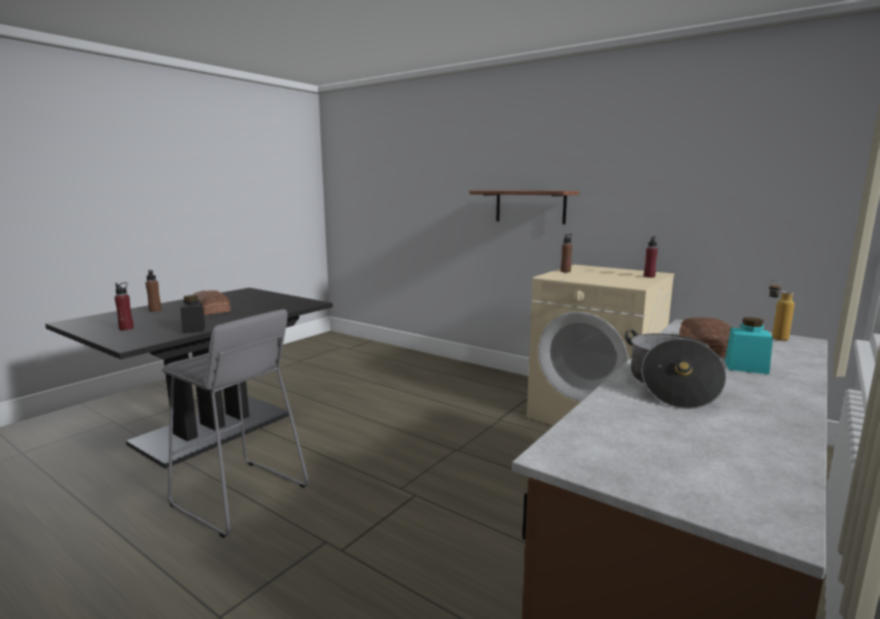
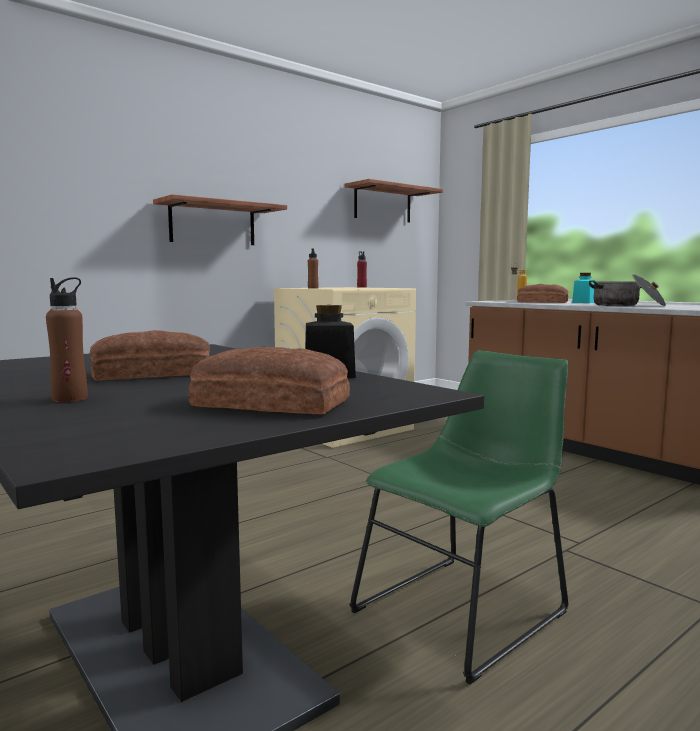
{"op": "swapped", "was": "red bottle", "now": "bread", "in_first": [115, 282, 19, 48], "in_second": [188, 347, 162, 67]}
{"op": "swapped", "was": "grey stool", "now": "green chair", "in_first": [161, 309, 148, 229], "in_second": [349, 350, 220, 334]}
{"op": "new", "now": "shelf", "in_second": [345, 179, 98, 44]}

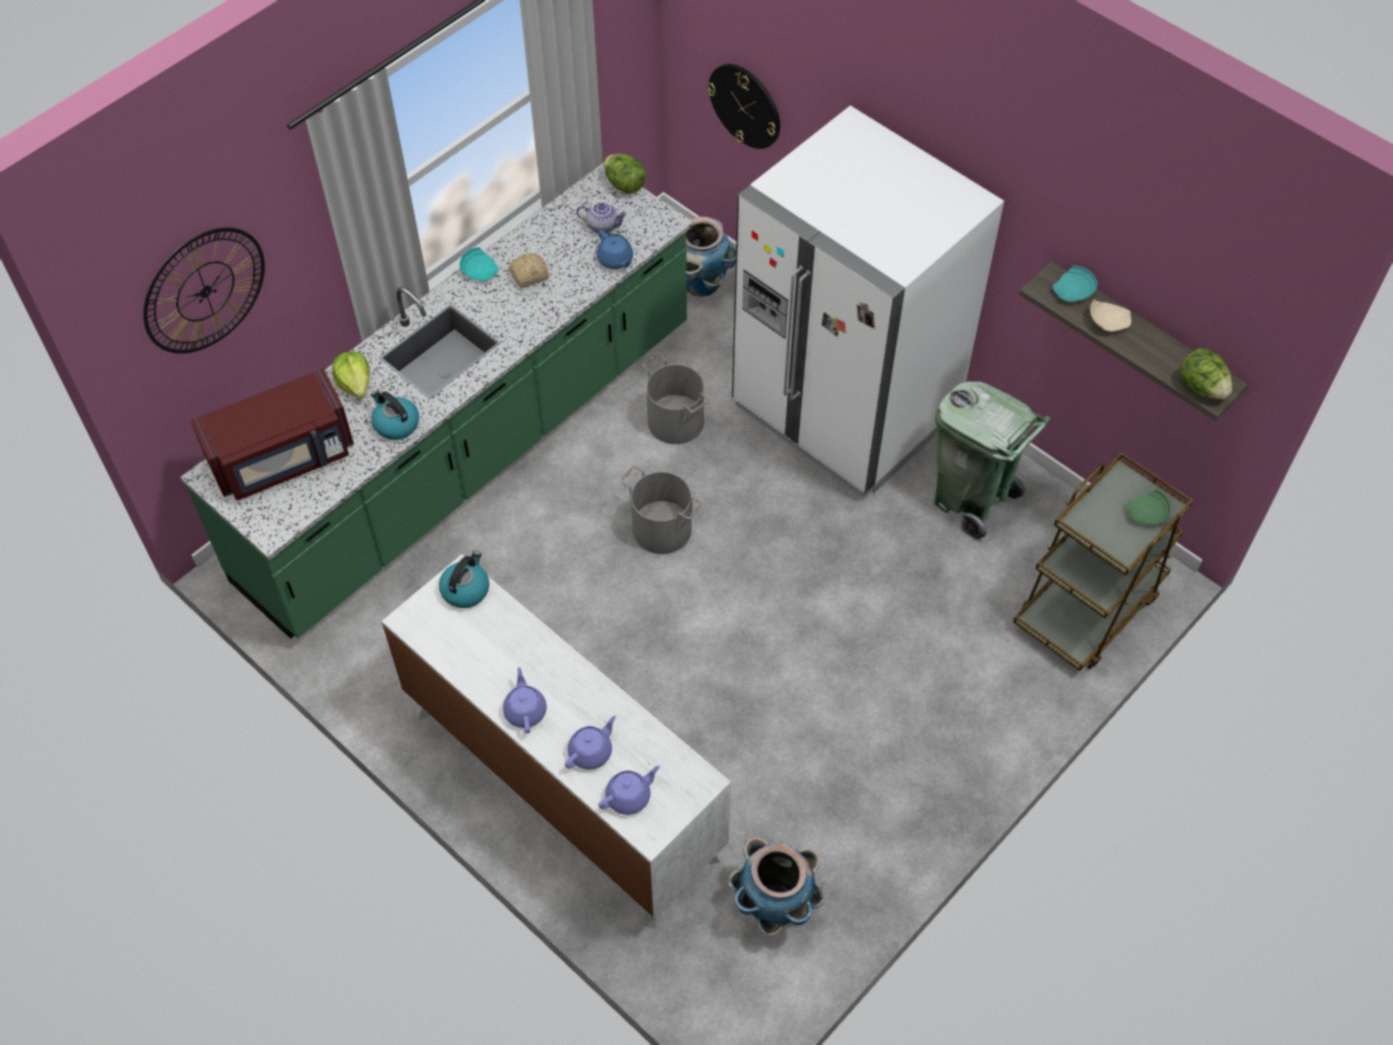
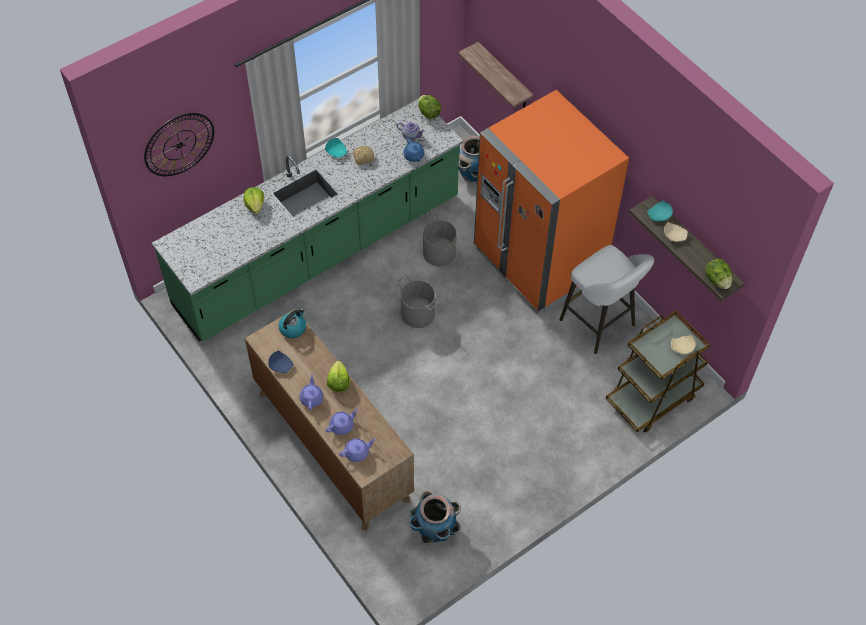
{"op": "swapped", "was": "wall clock", "now": "shelf", "in_first": [707, 64, 73, 85], "in_second": [458, 42, 76, 66]}
{"op": "repainted", "was": "white fridge", "now": "orange fridge", "in_first": [732, 105, 272, 394], "in_second": [474, 90, 155, 225]}
{"op": "gone", "was": "red microwave", "in_first": [191, 369, 163, 131]}
{"op": "swapped", "was": "green trash can", "now": "white stool", "in_first": [934, 381, 118, 160], "in_second": [560, 245, 94, 109]}
{"op": "gone", "was": "kettle", "in_first": [371, 390, 48, 50]}
{"op": "repainted", "was": "green plate", "now": "beige plate", "in_first": [1127, 489, 44, 36], "in_second": [671, 335, 25, 19]}
{"op": "repainted", "was": "white dresser", "now": "brown dresser", "in_first": [381, 554, 350, 375], "in_second": [245, 309, 169, 223]}
{"op": "new", "now": "blue plate", "in_second": [268, 350, 25, 23]}
{"op": "new", "now": "lettuce", "in_second": [327, 361, 23, 31]}

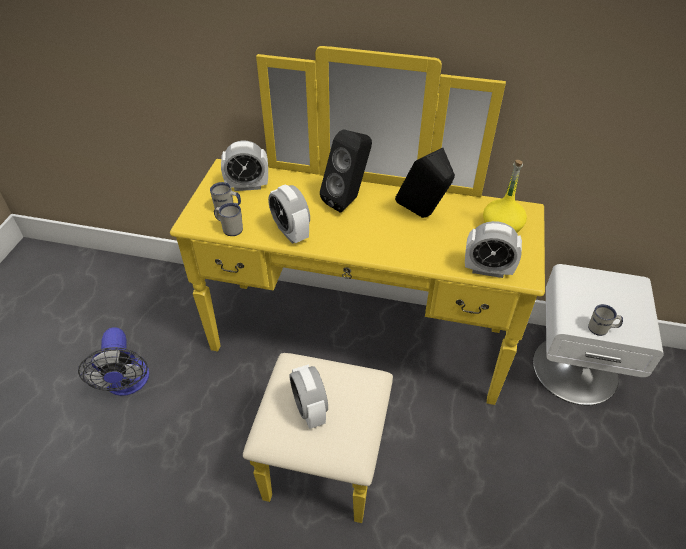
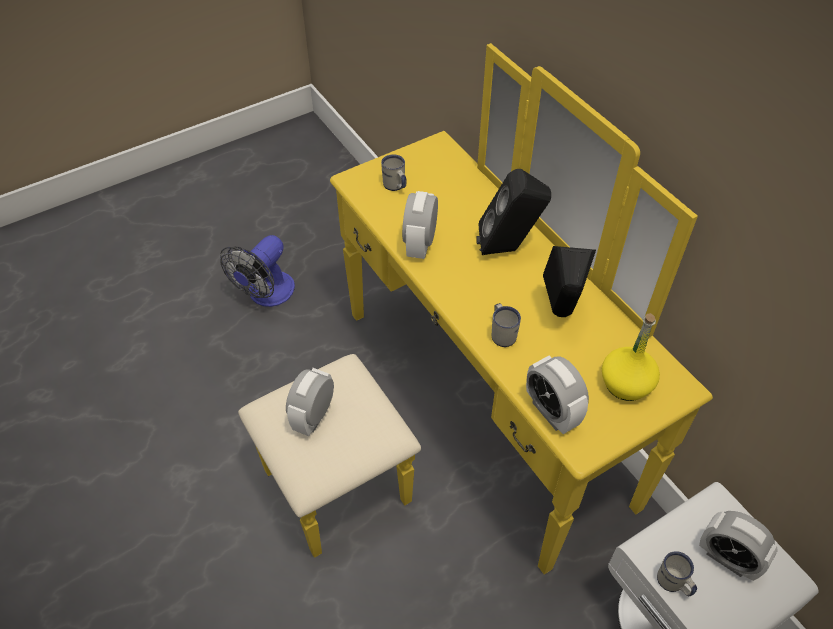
{"op": "shifted", "was": "alarm clock", "in_first": [221, 140, 47, 51], "in_second": [699, 511, 79, 70]}
{"op": "shifted", "was": "white mug", "in_first": [214, 203, 29, 33], "in_second": [492, 303, 29, 44]}

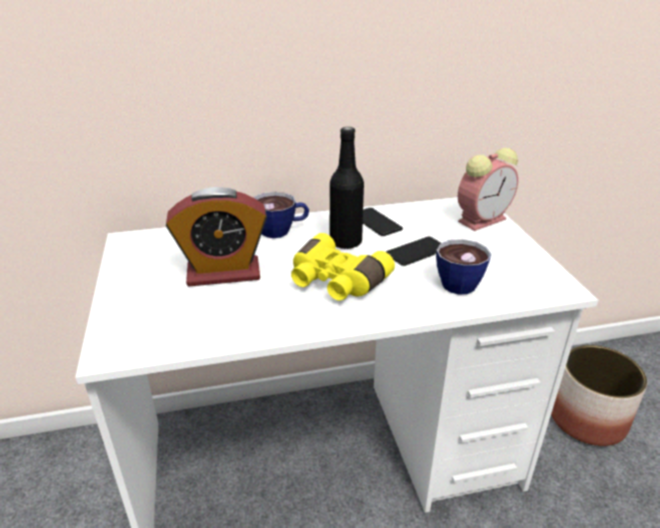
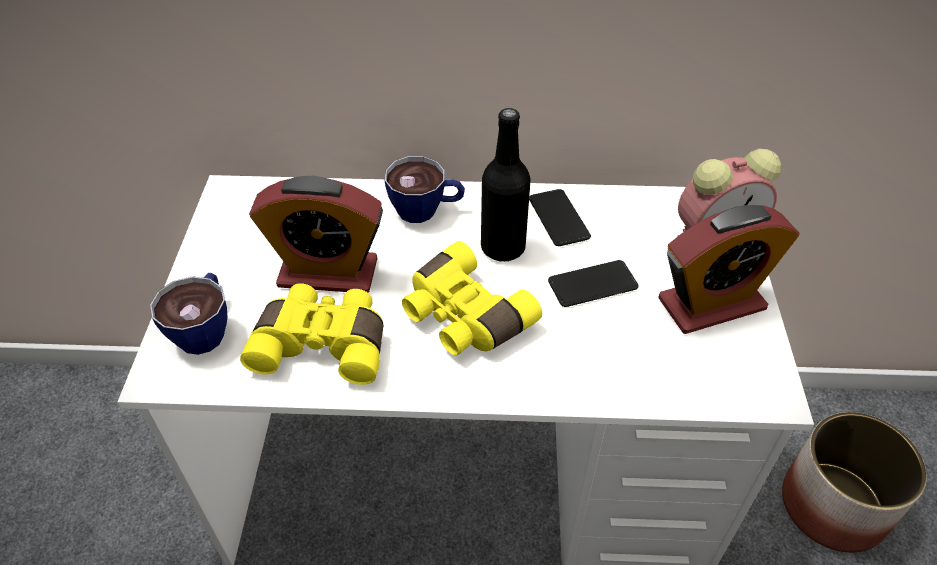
{"op": "shifted", "was": "cup", "in_first": [436, 239, 55, 56], "in_second": [150, 273, 77, 82]}
{"op": "new", "now": "alarm clock", "in_second": [658, 205, 141, 129]}
{"op": "new", "now": "yellow binoculars", "in_second": [240, 283, 143, 102]}

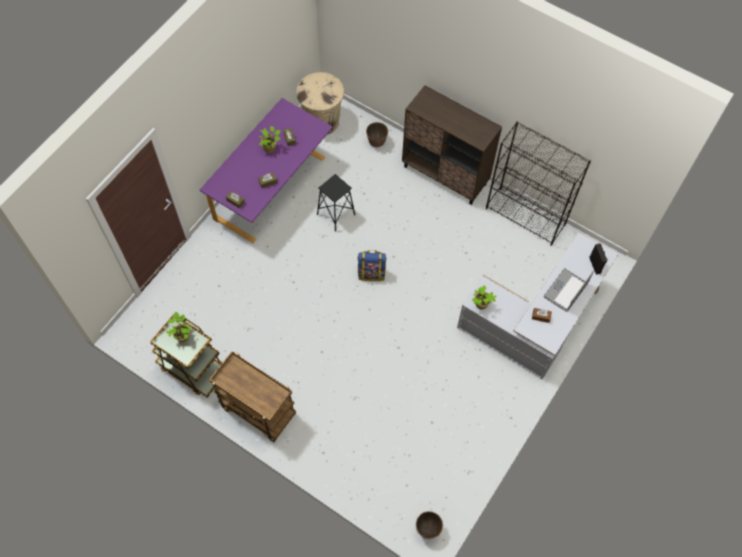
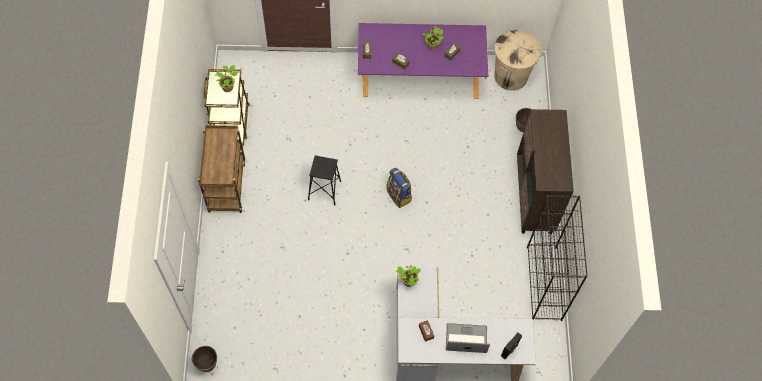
{"op": "shifted", "was": "black stool", "in_first": [317, 174, 38, 58], "in_second": [308, 155, 33, 50]}

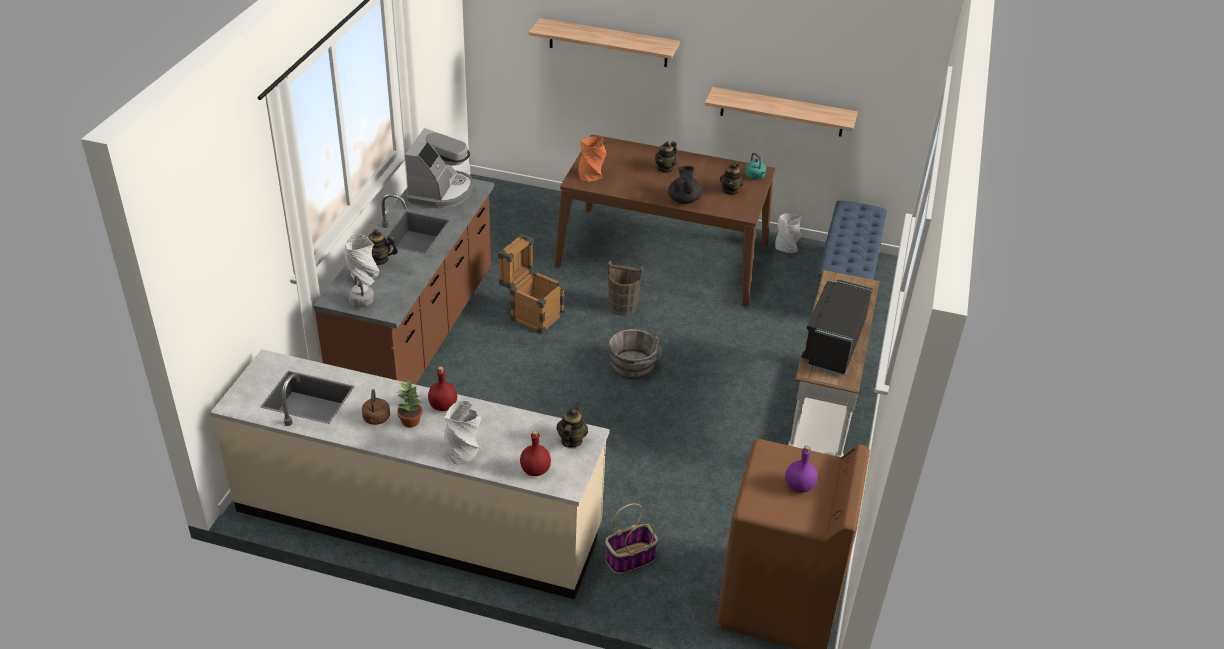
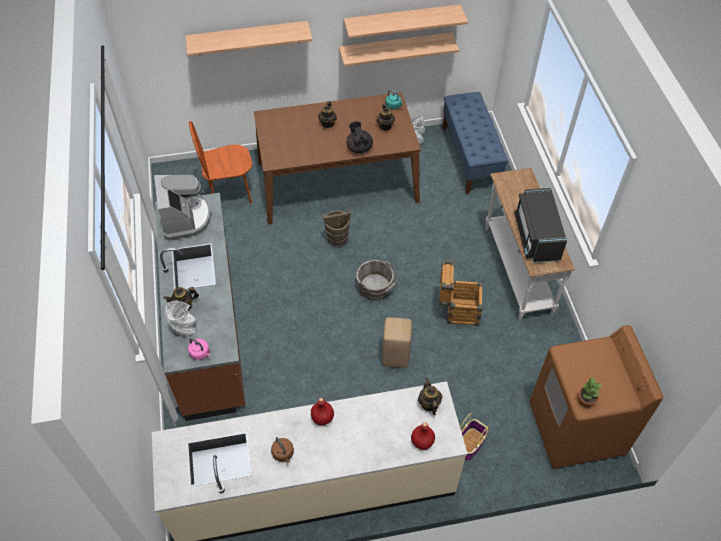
{"op": "gone", "was": "orange vase", "in_first": [579, 136, 27, 46]}
{"op": "shifted", "was": "crate", "in_first": [498, 234, 67, 100], "in_second": [439, 260, 44, 66]}
{"op": "repainted", "was": "grey kettle", "now": "pink kettle", "in_first": [348, 276, 26, 32], "in_second": [188, 338, 22, 22]}
{"op": "shifted", "was": "potted plant", "in_first": [397, 380, 26, 48], "in_second": [578, 377, 25, 30]}
{"op": "gone", "was": "grey vase", "in_first": [444, 400, 37, 65]}
{"op": "gone", "was": "purple bottle", "in_first": [785, 446, 33, 47]}
{"op": "new", "now": "shelf", "in_second": [344, 4, 124, 34]}
{"op": "new", "now": "brown chair", "in_second": [189, 121, 63, 83]}
{"op": "new", "now": "beige stool", "in_second": [382, 317, 30, 51]}

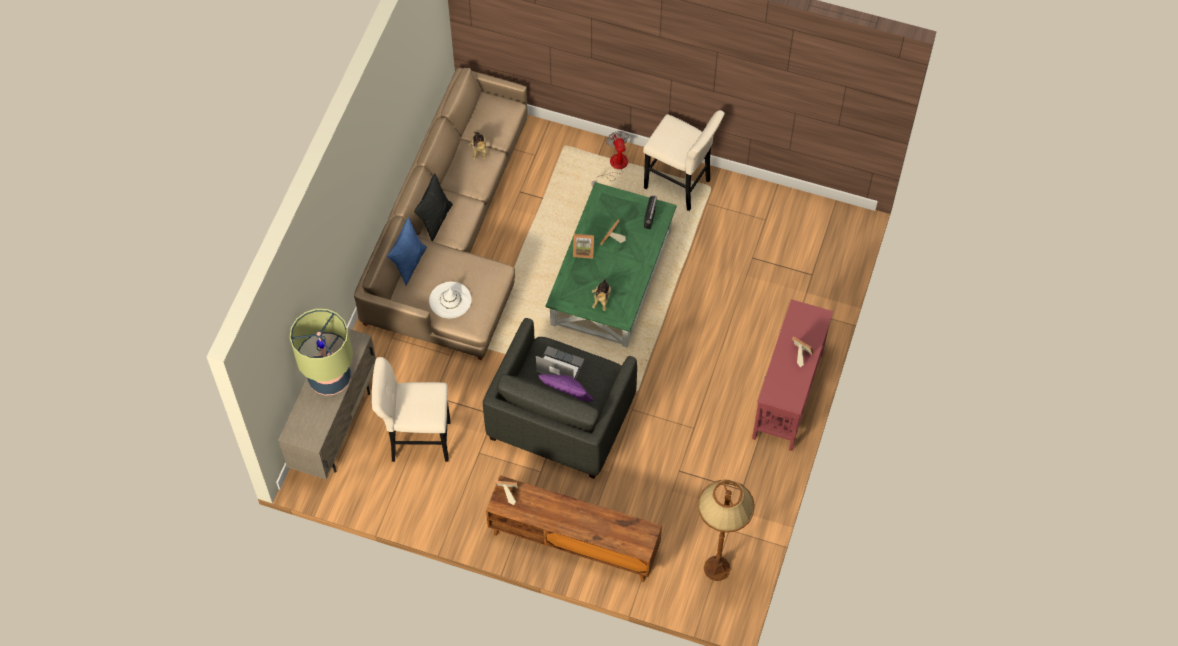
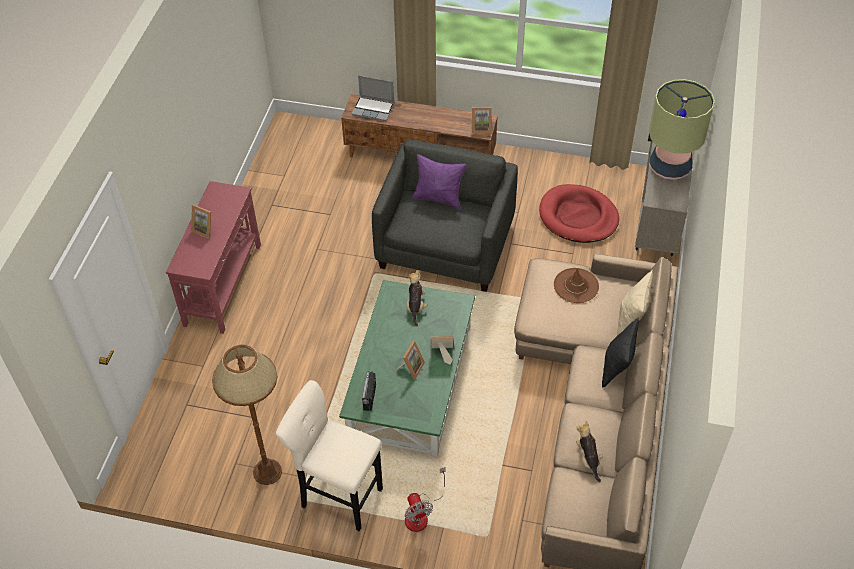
{"op": "repainted", "was": "blue pillow", "now": "beige pillow", "in_first": [387, 217, 40, 68], "in_second": [617, 270, 36, 66]}
{"op": "repainted", "was": "white hat", "now": "brown hat", "in_first": [429, 282, 43, 36], "in_second": [554, 268, 45, 35]}
{"op": "shifted", "was": "laptop", "in_first": [536, 346, 48, 33], "in_second": [352, 75, 42, 46]}
{"op": "swapped", "was": "beige stool", "now": "red dog bed", "in_first": [372, 357, 78, 105], "in_second": [539, 184, 80, 59]}
{"op": "shifted", "was": "brown floor lamp", "in_first": [698, 480, 57, 101], "in_second": [212, 344, 70, 141]}

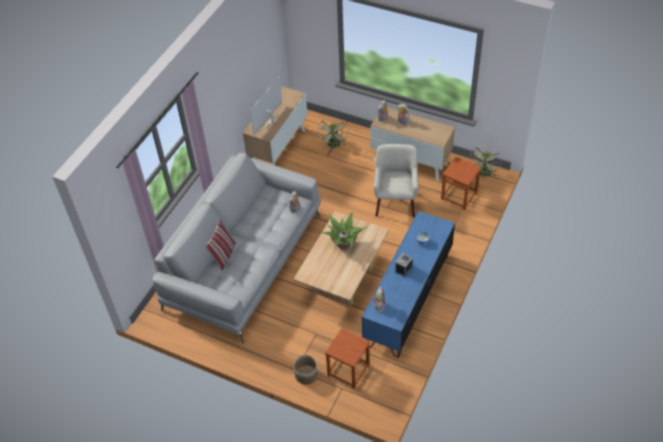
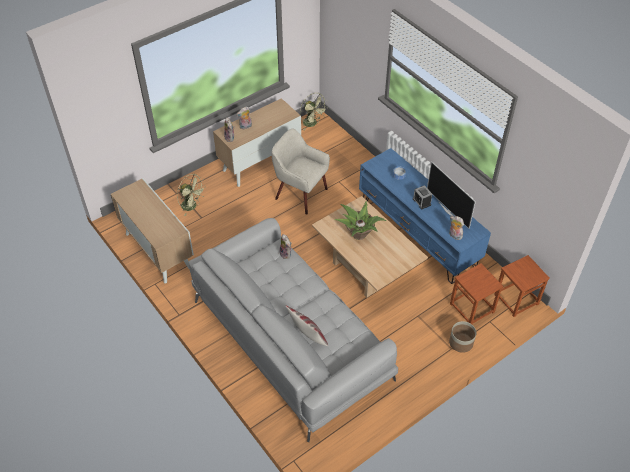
{"op": "shifted", "was": "television", "in_first": [250, 77, 32, 58], "in_second": [427, 161, 49, 68]}
{"op": "shifted", "was": "brown stool", "in_first": [441, 157, 40, 53], "in_second": [494, 255, 56, 62]}

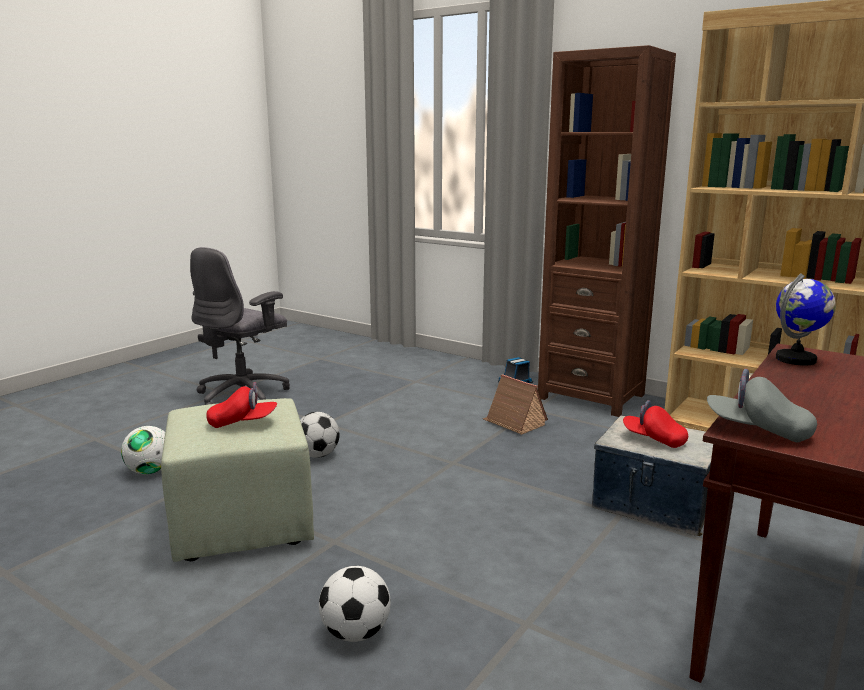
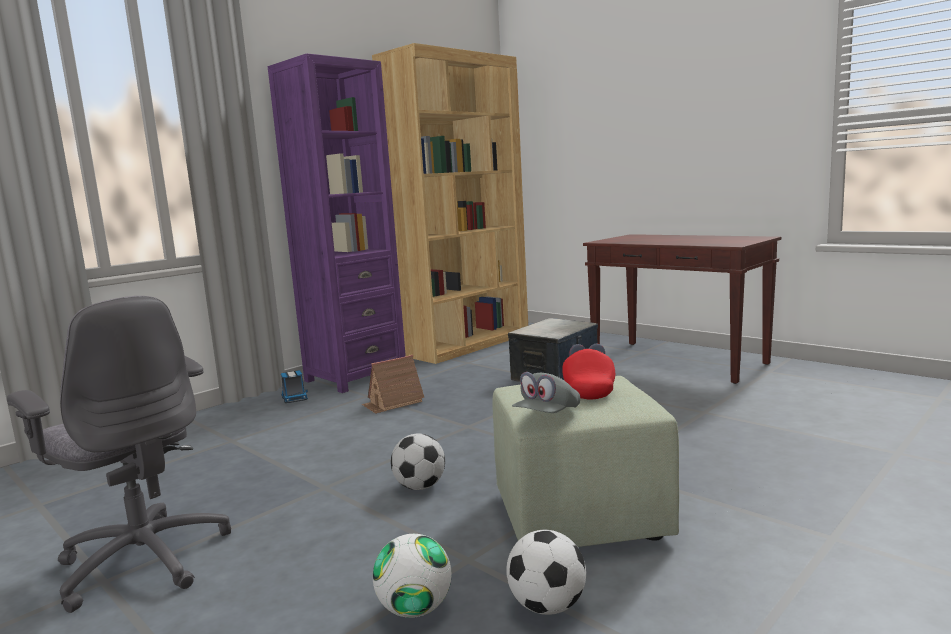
{"op": "repainted", "was": "brown bookcase", "now": "purple bookcase", "in_first": [538, 45, 138, 372], "in_second": [268, 53, 138, 340]}
{"op": "gone", "was": "globe", "in_first": [776, 273, 60, 93]}
{"op": "shifted", "was": "grey cap", "in_first": [707, 369, 110, 73], "in_second": [512, 372, 68, 41]}
{"op": "gone", "was": "red cap", "in_first": [623, 400, 65, 48]}
{"op": "shifted", "was": "football", "in_first": [319, 566, 72, 76], "in_second": [506, 530, 80, 85]}

